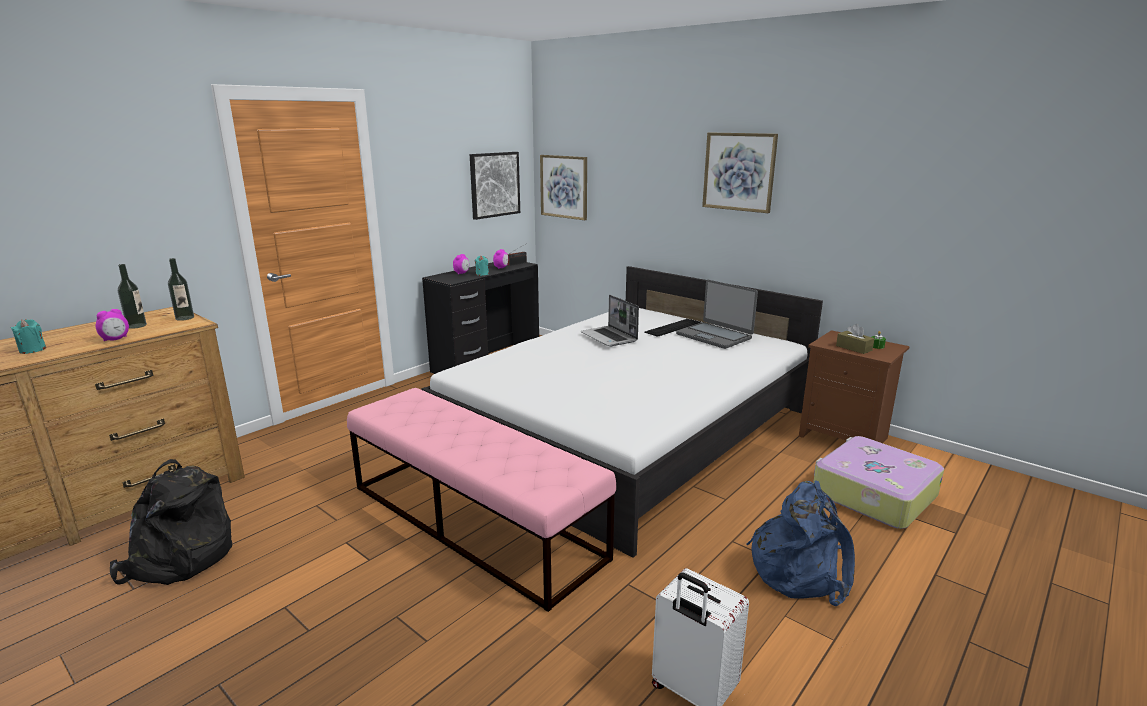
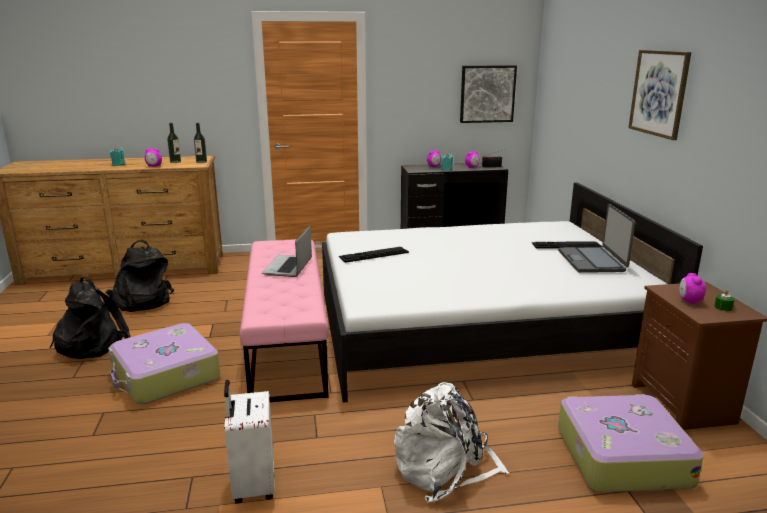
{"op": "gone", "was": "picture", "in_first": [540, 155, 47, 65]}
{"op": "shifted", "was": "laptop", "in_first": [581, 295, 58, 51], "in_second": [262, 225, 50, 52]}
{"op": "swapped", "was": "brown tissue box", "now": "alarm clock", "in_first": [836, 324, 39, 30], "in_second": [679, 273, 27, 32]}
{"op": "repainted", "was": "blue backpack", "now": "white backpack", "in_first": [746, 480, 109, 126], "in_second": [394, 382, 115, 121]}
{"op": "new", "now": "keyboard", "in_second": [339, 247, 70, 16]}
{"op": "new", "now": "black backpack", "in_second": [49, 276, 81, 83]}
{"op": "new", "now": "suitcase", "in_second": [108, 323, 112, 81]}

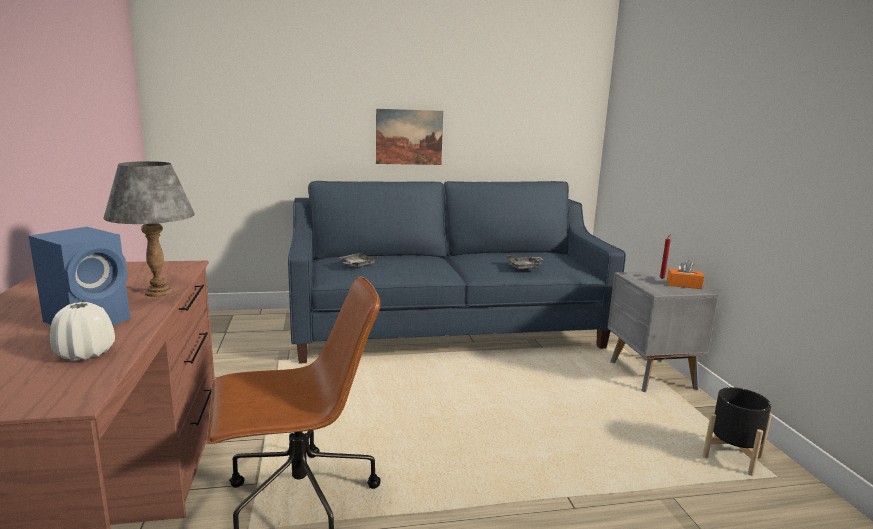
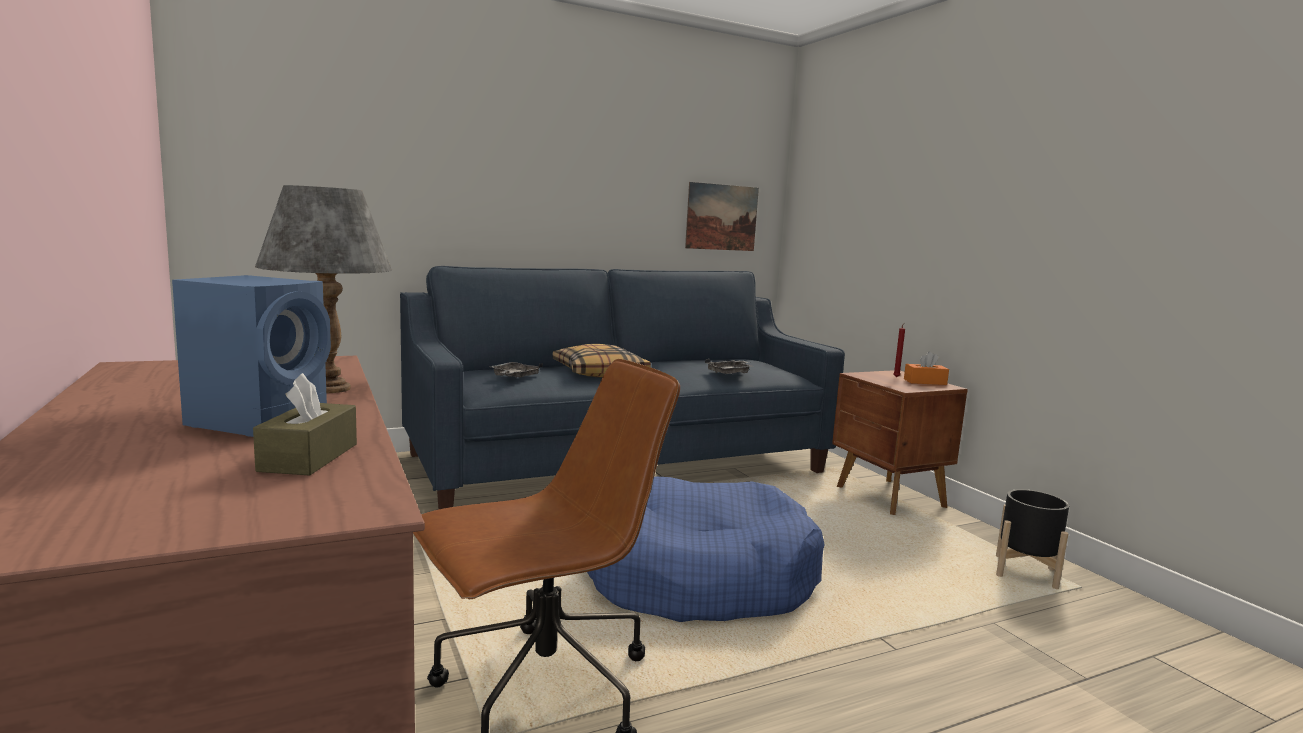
{"op": "shifted", "was": "picture", "in_first": [376, 109, 67, 56], "in_second": [685, 182, 74, 69]}
{"op": "repainted", "was": "grey nightstand", "now": "brown nightstand", "in_first": [608, 271, 110, 121], "in_second": [832, 370, 136, 145]}
{"op": "swapped", "was": "white vase", "now": "brown tissue box", "in_first": [50, 302, 65, 59], "in_second": [253, 373, 104, 102]}
{"op": "new", "now": "pillow", "in_second": [553, 344, 98, 34]}
{"op": "new", "now": "blue dog bed", "in_second": [587, 476, 238, 146]}

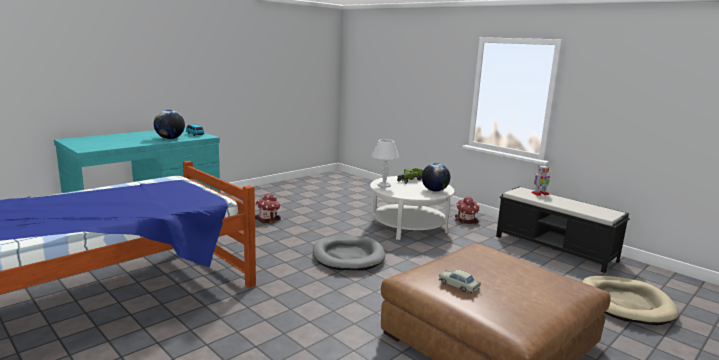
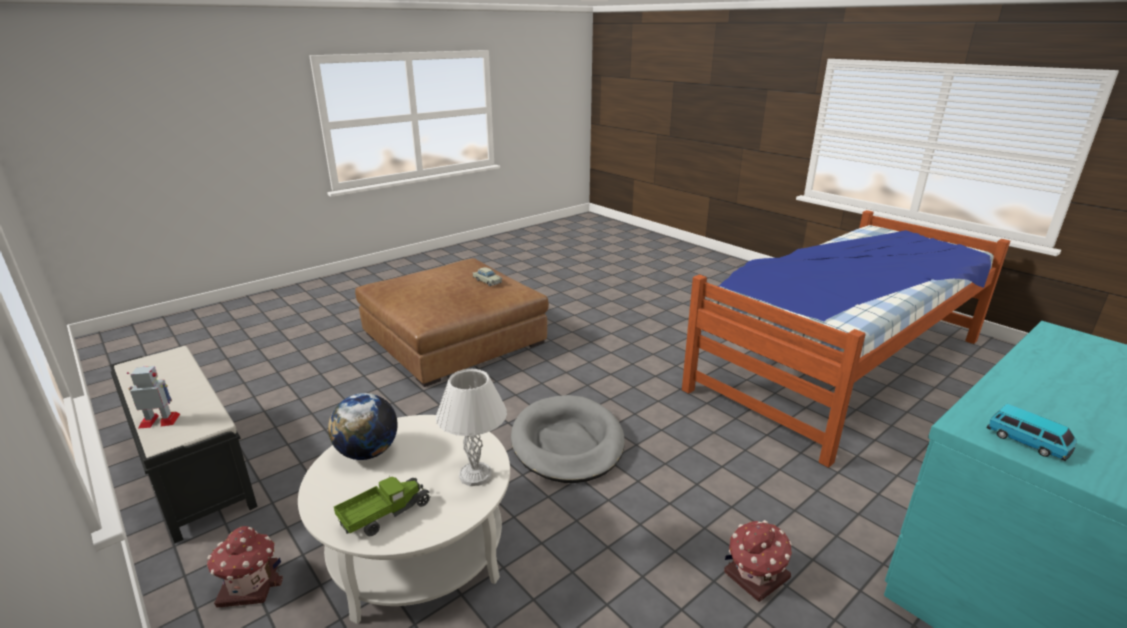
{"op": "gone", "was": "globe", "in_first": [154, 110, 31, 29]}
{"op": "gone", "was": "beige dog bed", "in_first": [582, 276, 96, 50]}

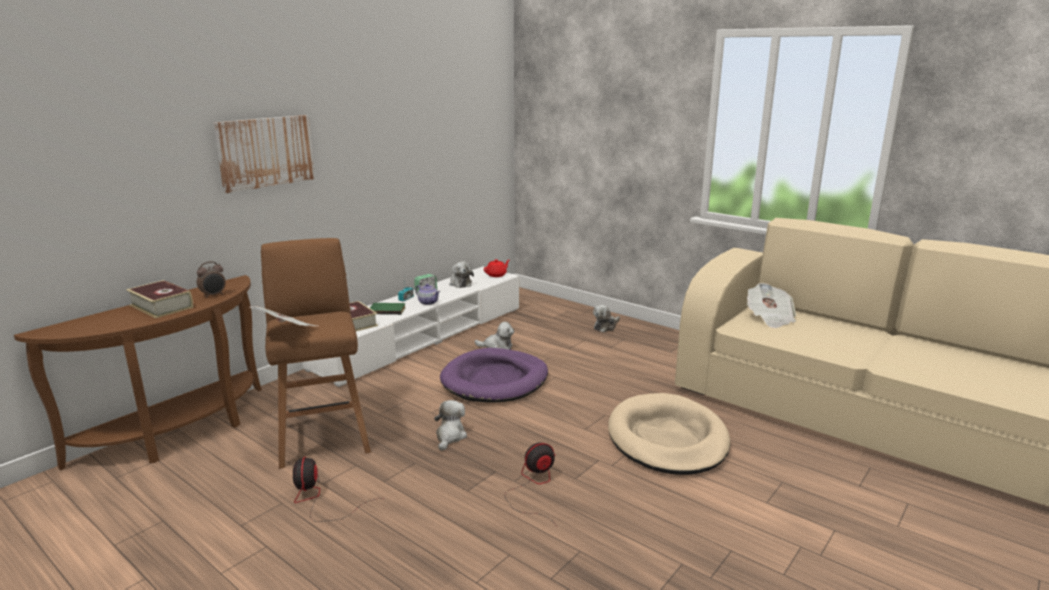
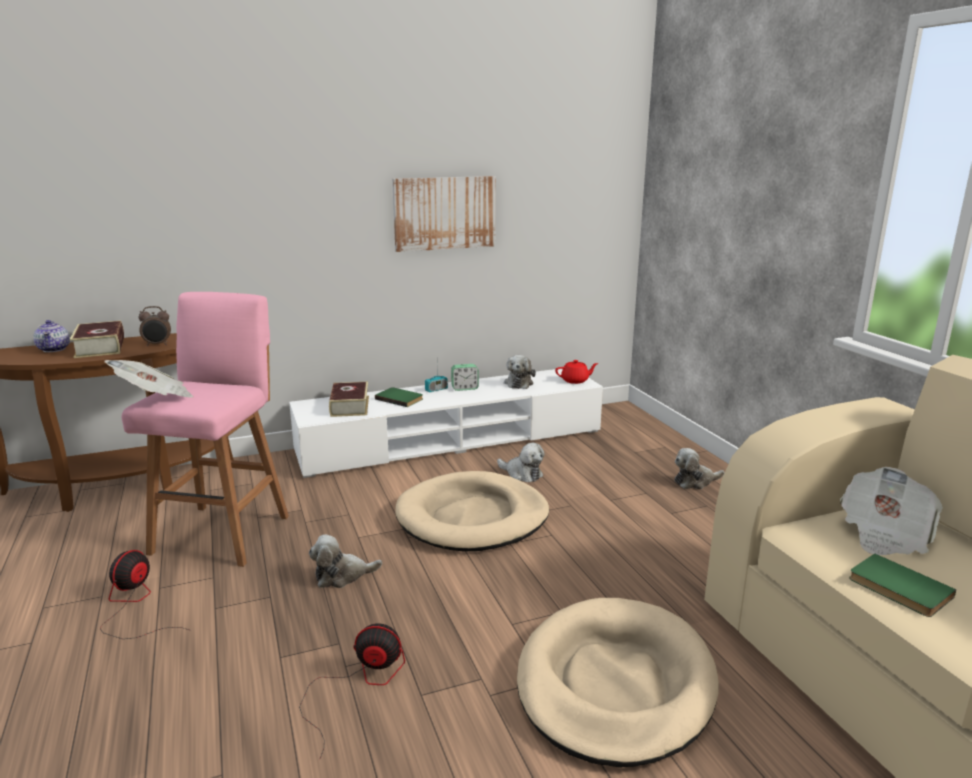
{"op": "shifted", "was": "picture", "in_first": [213, 115, 102, 78], "in_second": [392, 176, 104, 76]}
{"op": "repainted", "was": "brown stool", "now": "pink stool", "in_first": [261, 238, 110, 231], "in_second": [122, 292, 167, 275]}
{"op": "shifted", "was": "teapot", "in_first": [415, 284, 25, 21], "in_second": [34, 320, 36, 32]}
{"op": "repainted", "was": "purple dog bed", "now": "beige dog bed", "in_first": [440, 348, 108, 55], "in_second": [395, 471, 154, 81]}
{"op": "rotated", "was": "plush toy", "in_first": [434, 400, 33, 51], "in_second": [309, 534, 73, 54], "clockwise": -150}
{"op": "new", "now": "green book", "in_second": [849, 554, 107, 63]}

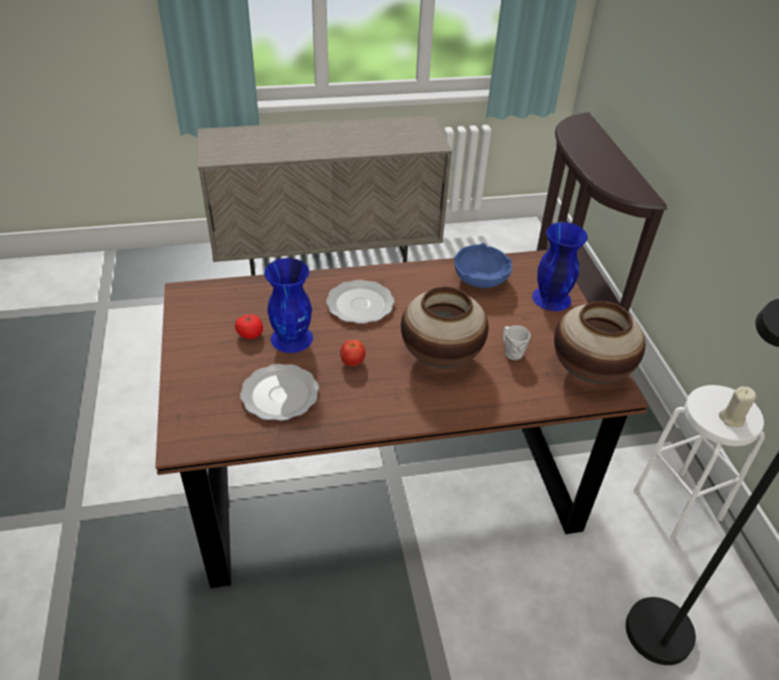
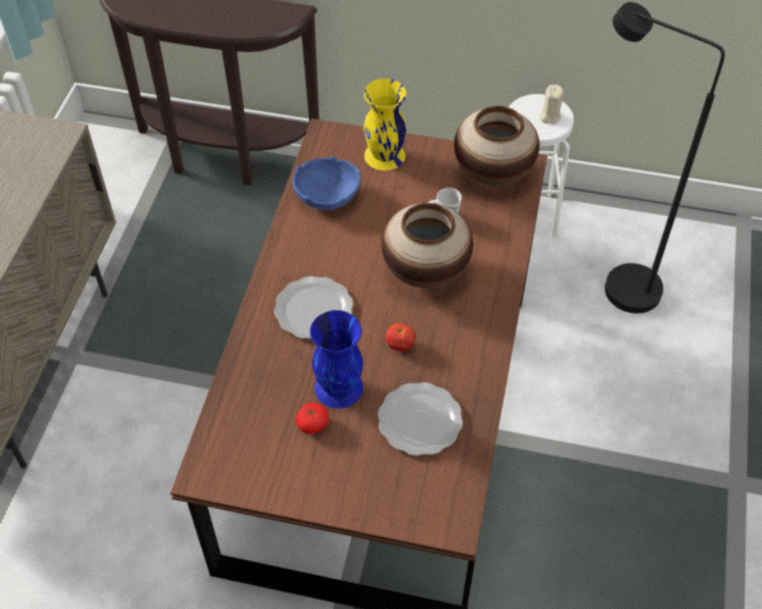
{"op": "repainted", "was": "blue vase", "now": "yellow vase", "in_first": [532, 222, 56, 89], "in_second": [363, 78, 44, 93]}

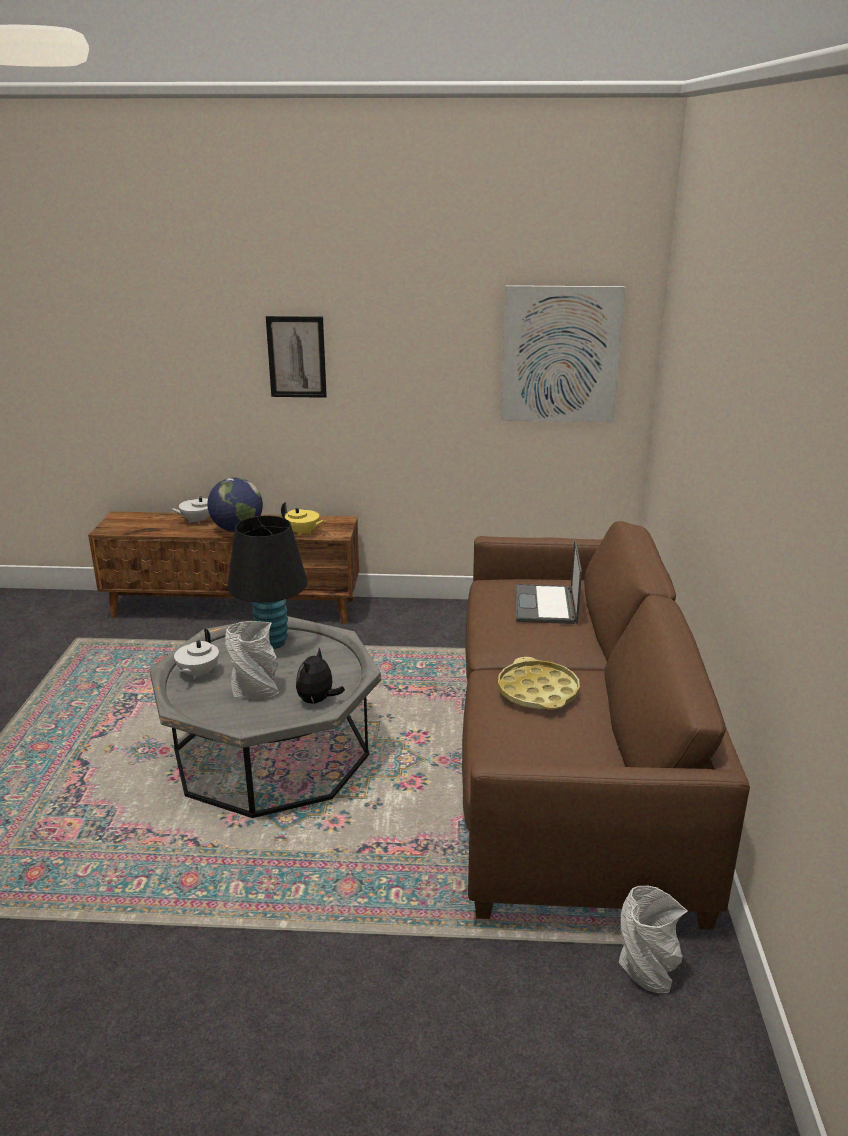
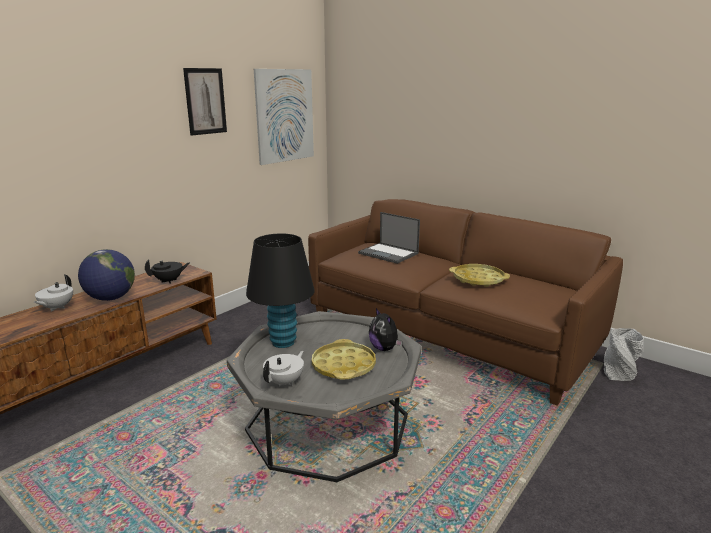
{"op": "shifted", "was": "picture", "in_first": [266, 316, 61, 82], "in_second": [183, 68, 44, 68]}
{"op": "repainted", "was": "yellow teapot", "now": "black teapot", "in_first": [281, 502, 45, 34], "in_second": [145, 259, 45, 25]}
{"op": "swapped", "was": "grey vase", "now": "yellow tray", "in_first": [225, 621, 54, 78], "in_second": [312, 339, 64, 40]}
{"op": "rotated", "was": "white teapot", "in_first": [174, 629, 45, 50], "in_second": [263, 351, 41, 36], "clockwise": -105}

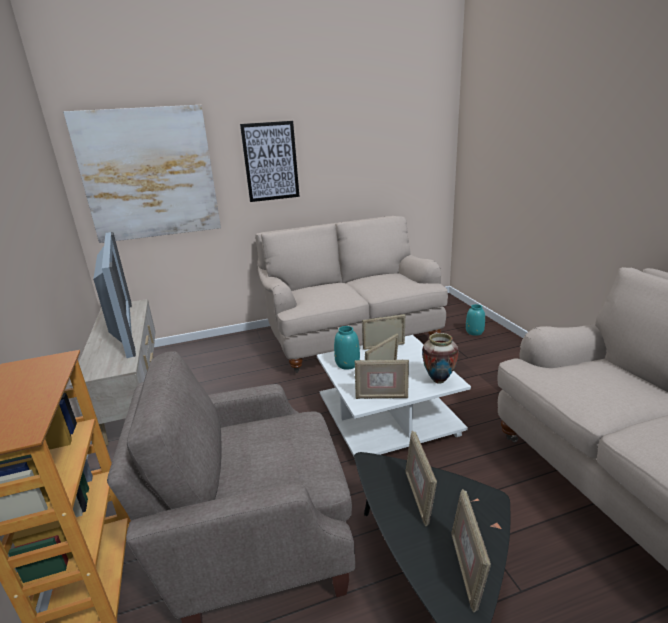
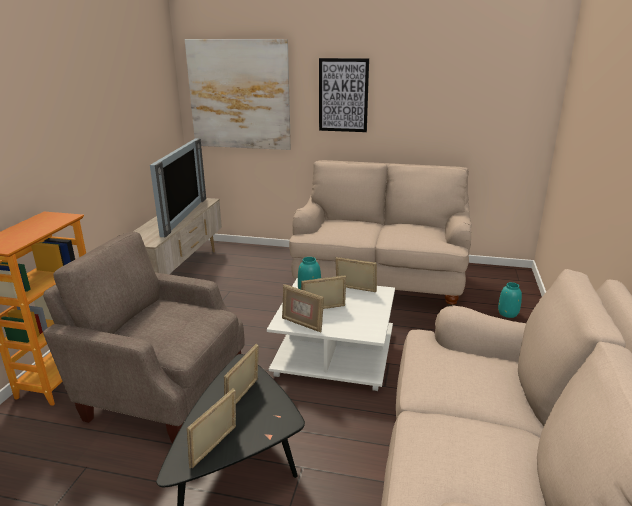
{"op": "gone", "was": "vase", "in_first": [422, 333, 37, 51]}

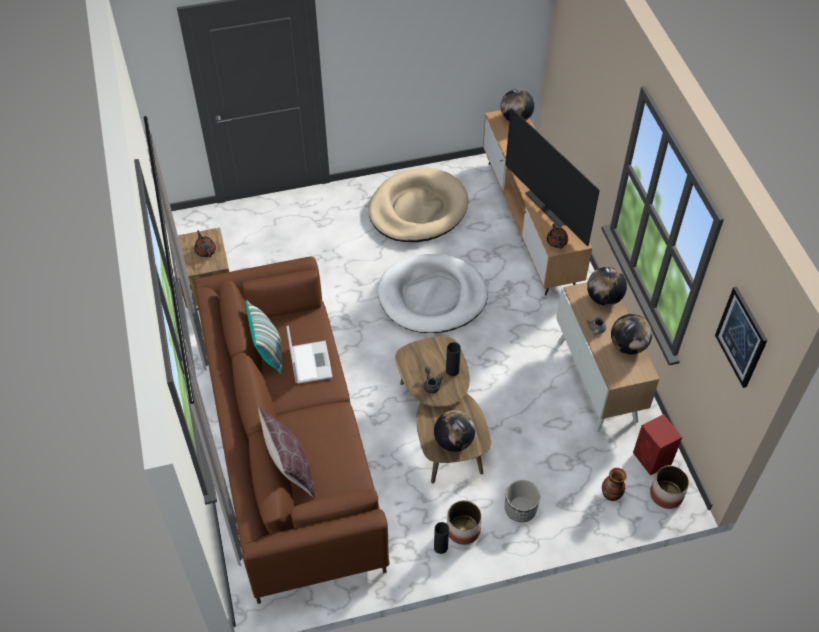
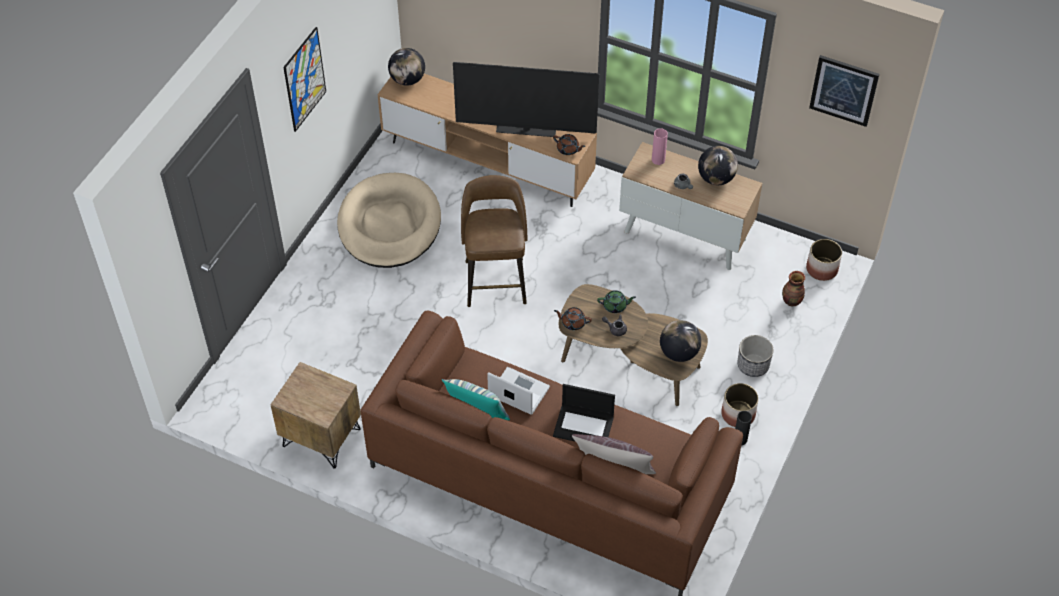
{"op": "shifted", "was": "brown teapot", "in_first": [194, 230, 22, 27], "in_second": [554, 307, 38, 23]}
{"op": "swapped", "was": "white dog bed", "now": "brown stool", "in_first": [378, 254, 110, 79], "in_second": [461, 175, 66, 132]}
{"op": "swapped", "was": "globe", "now": "pink vase", "in_first": [587, 267, 40, 39], "in_second": [652, 128, 16, 37]}
{"op": "swapped", "was": "black vase", "now": "green teapot", "in_first": [446, 342, 15, 34], "in_second": [597, 290, 39, 23]}
{"op": "gone", "was": "red speaker", "in_first": [633, 414, 49, 62]}
{"op": "new", "now": "picture", "in_second": [283, 27, 43, 105]}
{"op": "new", "now": "laptop", "in_second": [553, 384, 62, 58]}

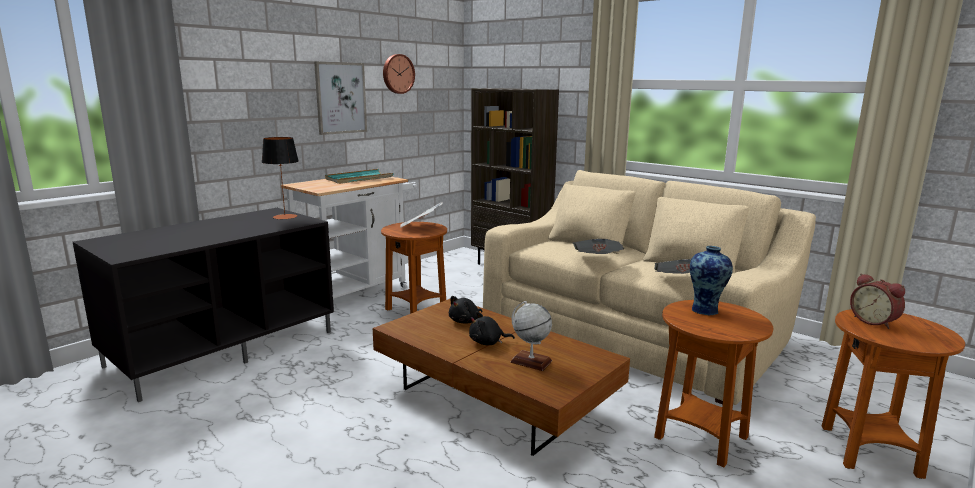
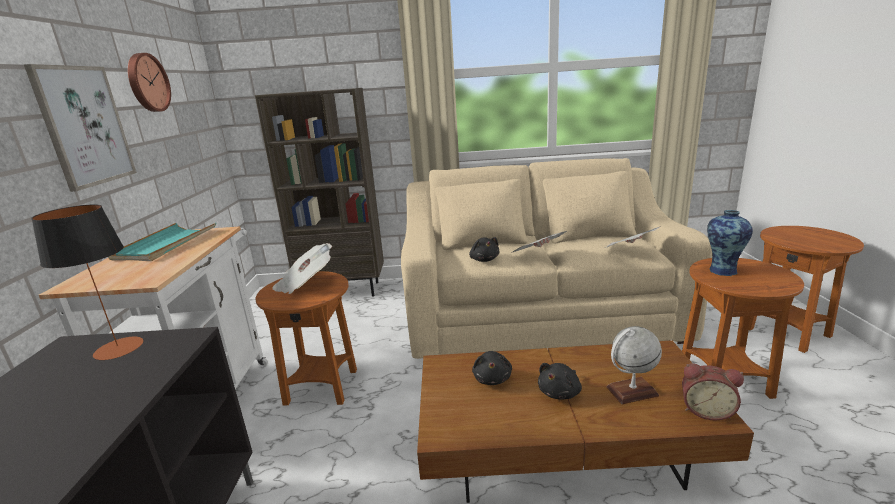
{"op": "shifted", "was": "alarm clock", "in_first": [850, 273, 55, 56], "in_second": [682, 363, 62, 57]}
{"op": "new", "now": "black plush toy", "in_second": [469, 237, 30, 25]}

